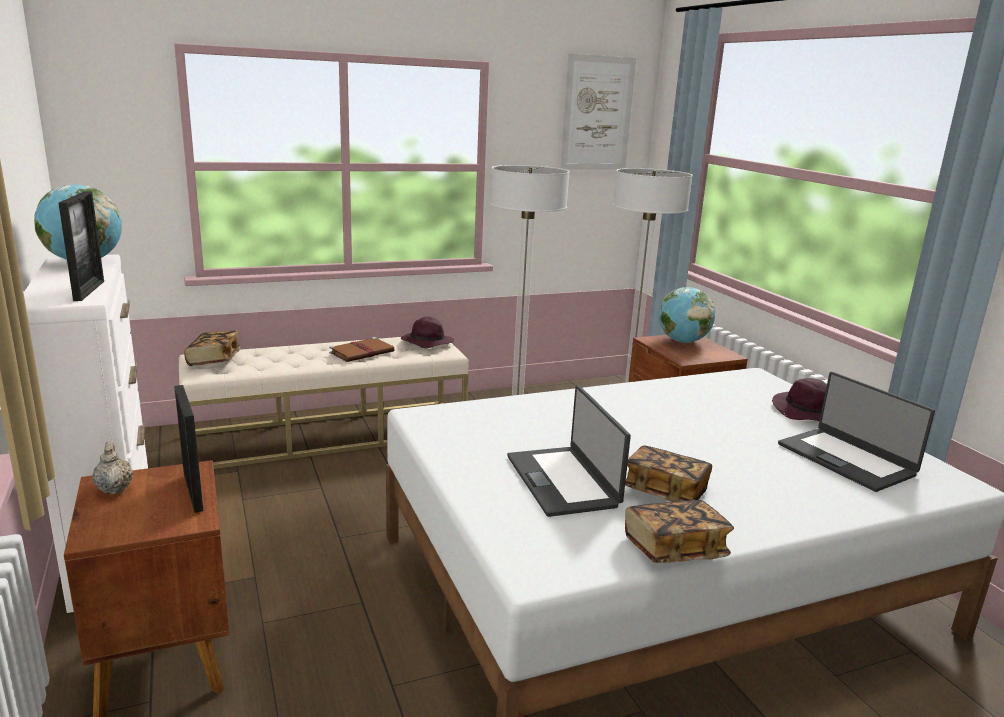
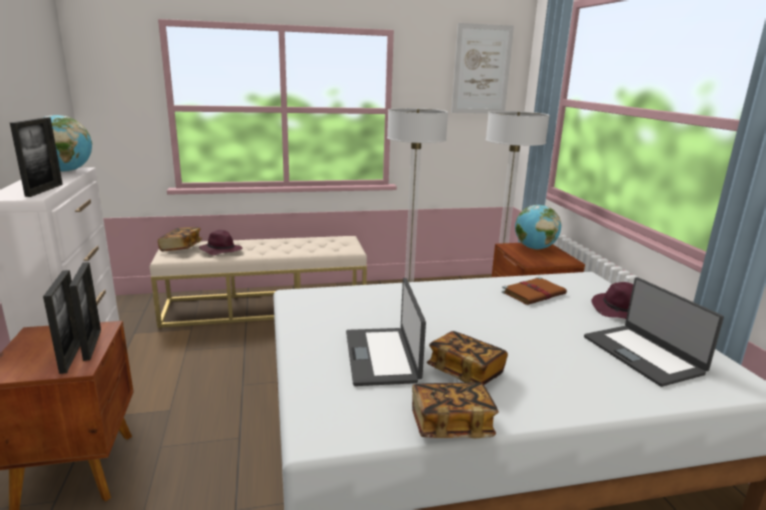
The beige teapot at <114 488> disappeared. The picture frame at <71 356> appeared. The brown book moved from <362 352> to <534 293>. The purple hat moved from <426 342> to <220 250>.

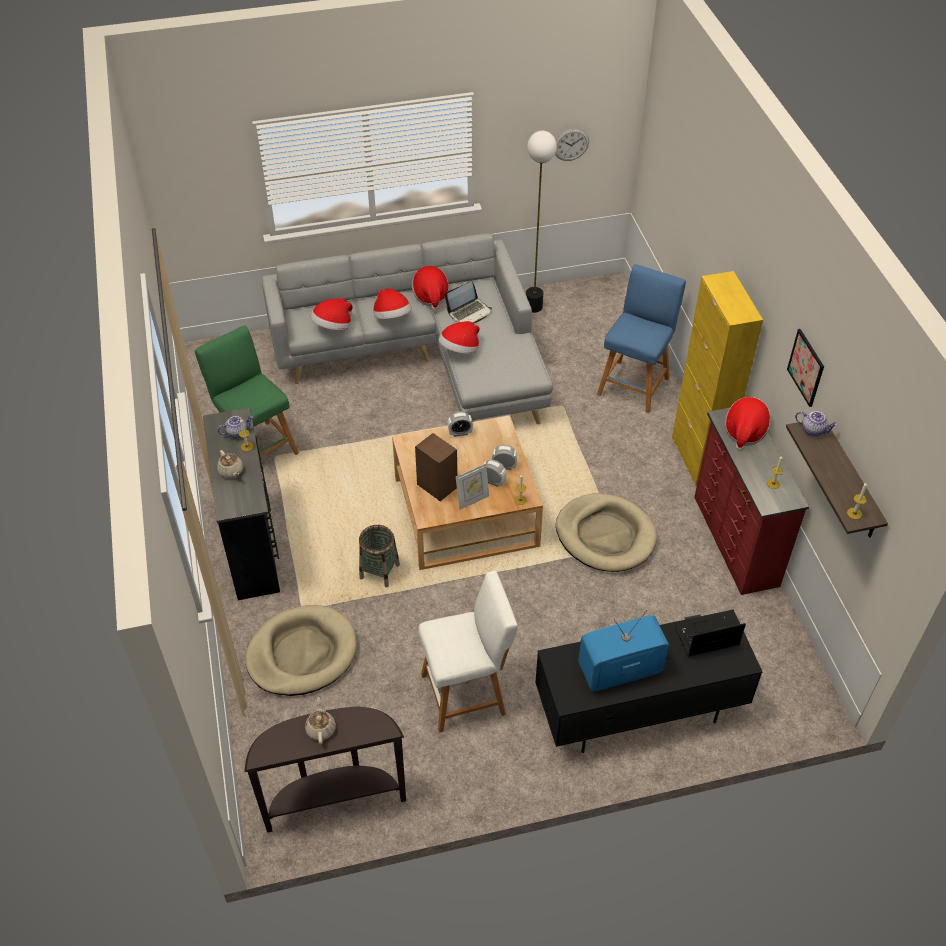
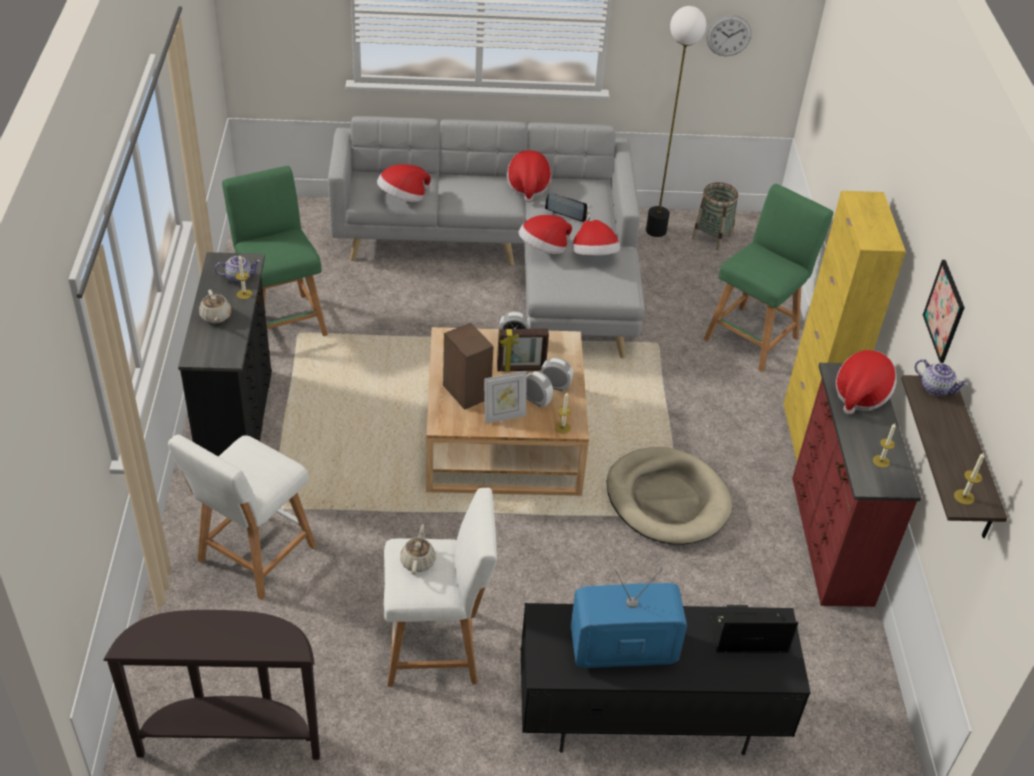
The picture frame at <521 369> appeared. The beige teapot moved from <321 728> to <418 561>. The basket moved from <379 571> to <712 237>. The hat moved from <392 317> to <594 256>. The beige dog bed at <302 653> was replaced by the white stool at <253 557>. The blue stool at <634 384> became the green stool at <753 336>. The laptop at <469 312> turned 135 degrees counterclockwise.

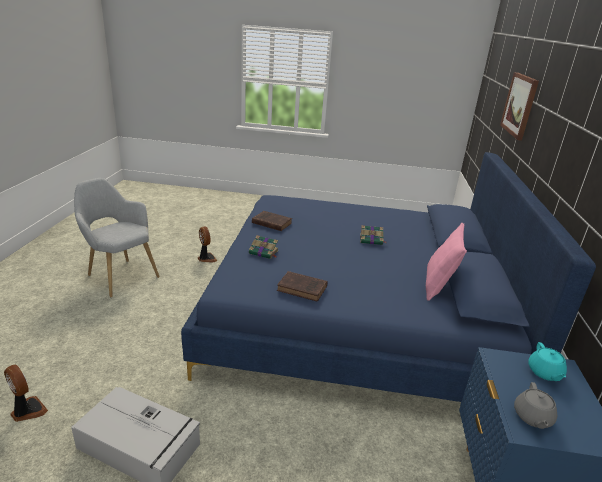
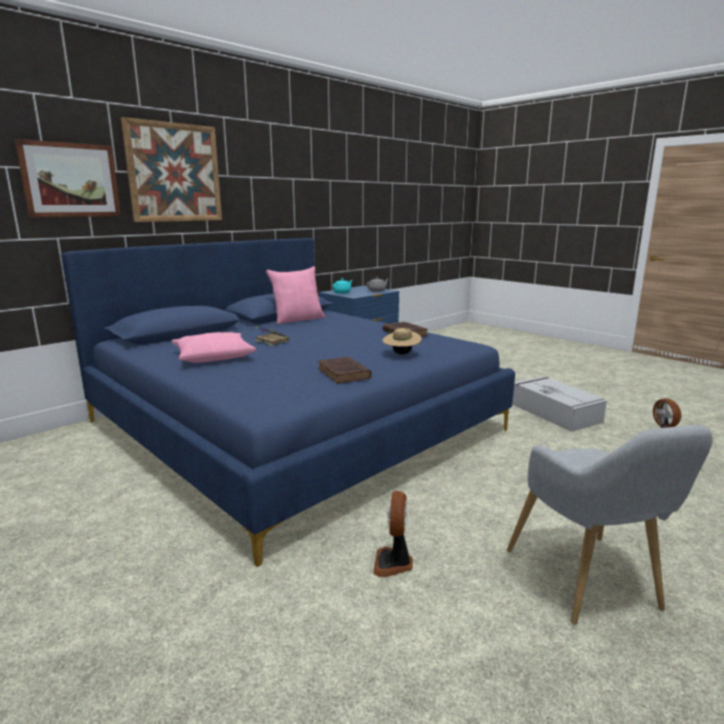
The picture at <174 173> appeared. The pink pillow at <213 356> appeared. The book at <264 252> was replaced by the beige hat at <401 354>.

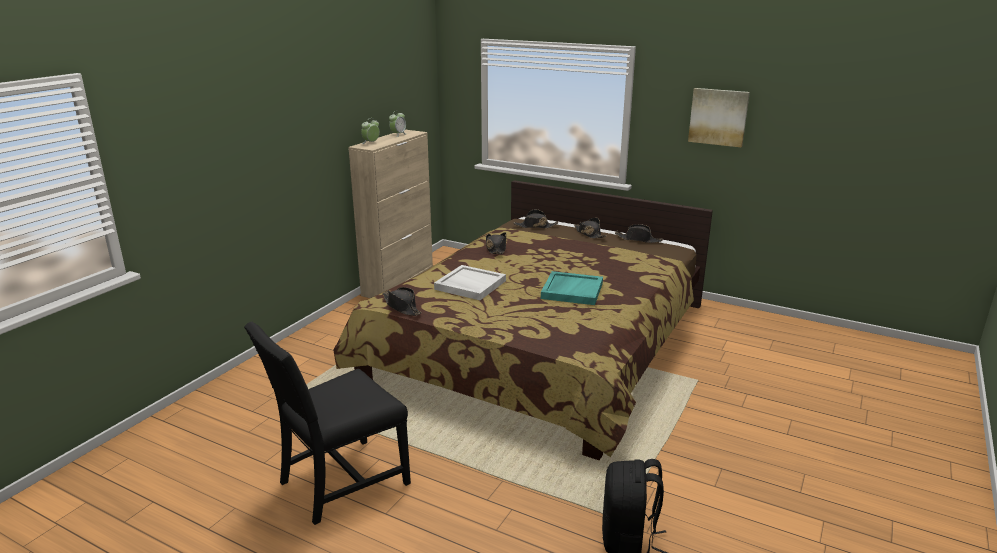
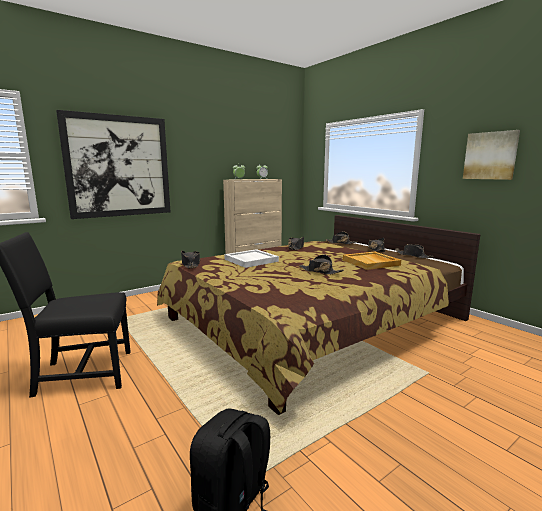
The picture at <119 166> appeared. The beige tray at <371 262> appeared. The turquoise tray at <571 290> was replaced by the black hat at <320 271>.

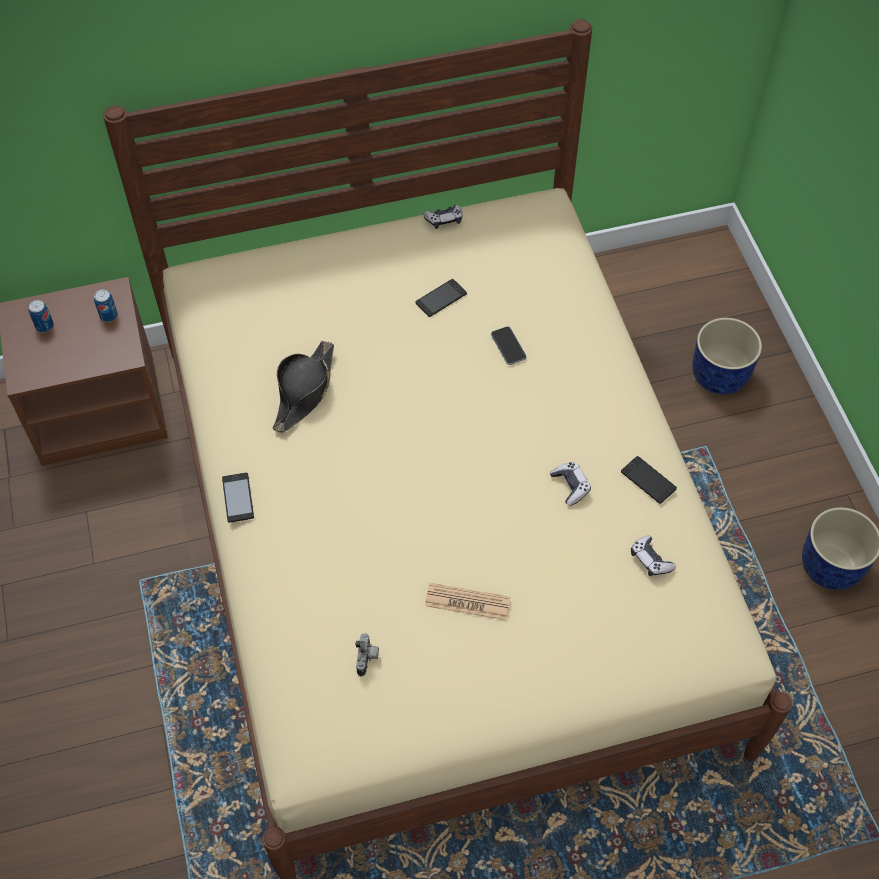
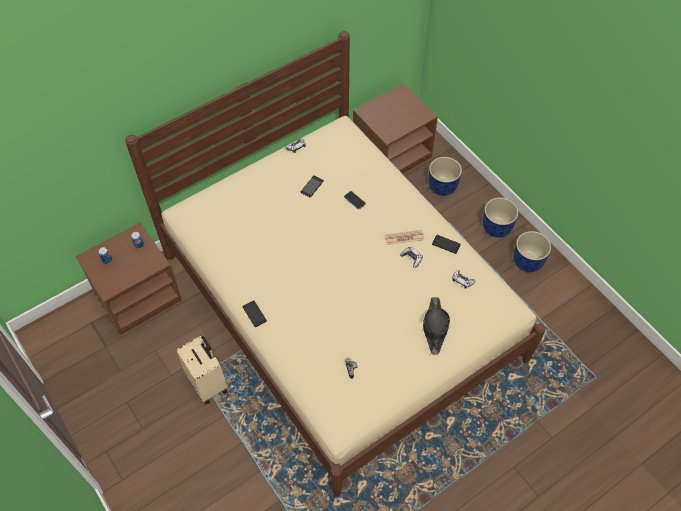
The beige suitcase at <208 383> appeared. The brown nightstand at <392 153> appeared. The blue planter at <496 228> appeared. The black hat moved from <304 391> to <434 328>. The newspaper moved from <467 602> to <404 237>.

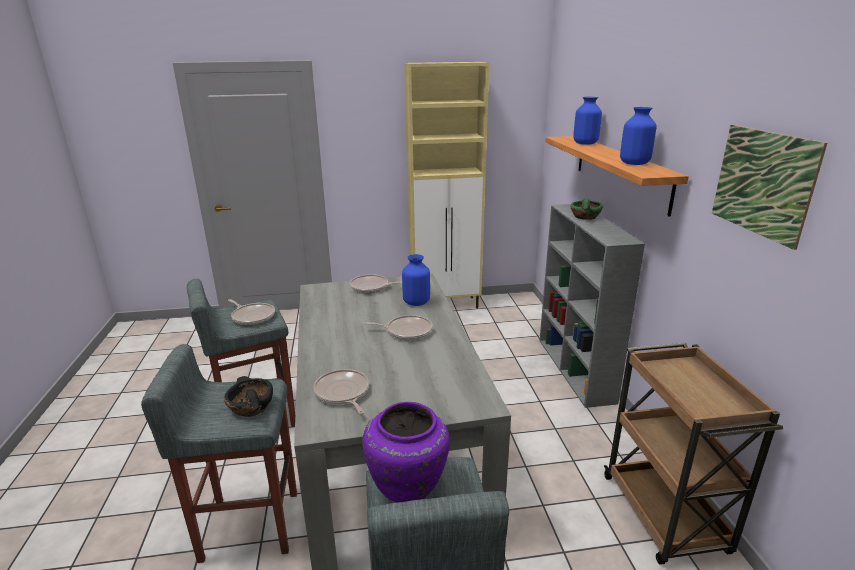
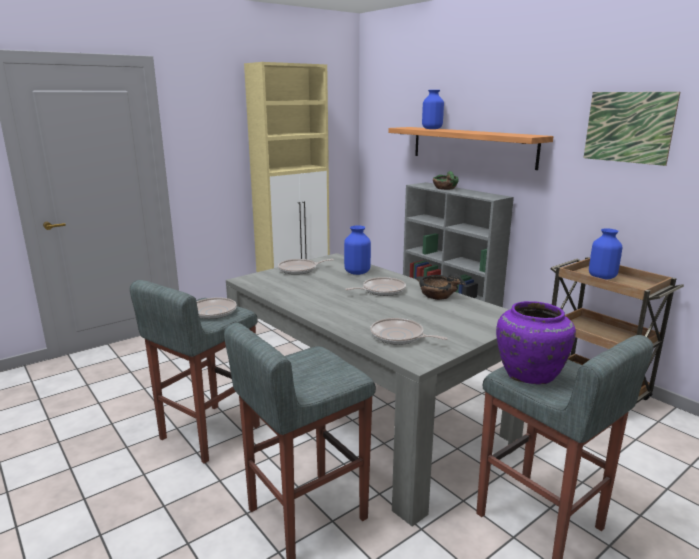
The black bowl moved from <251 407> to <436 295>. The blue vase moved from <634 163> to <602 277>.

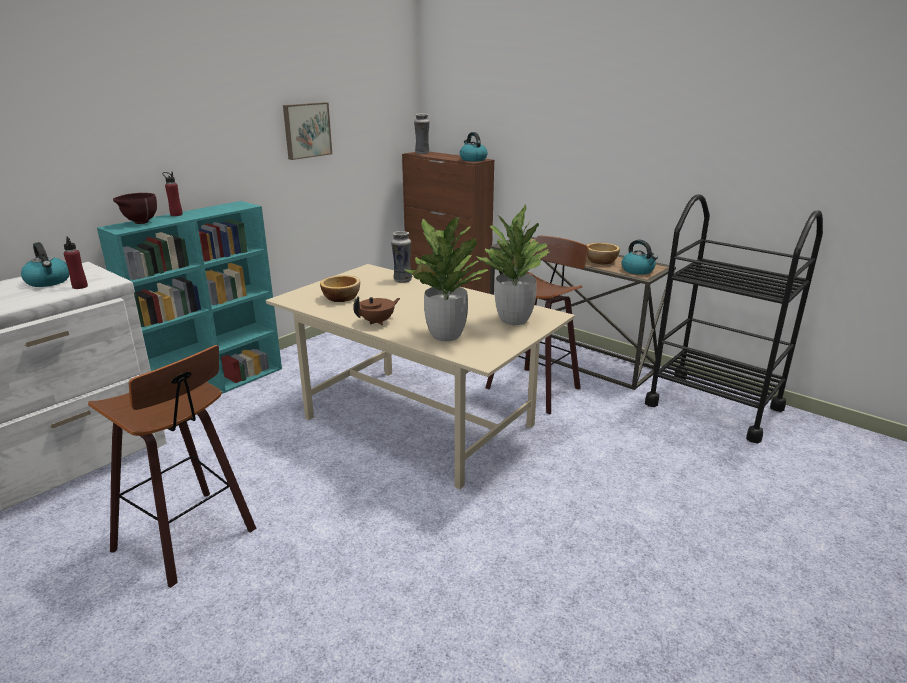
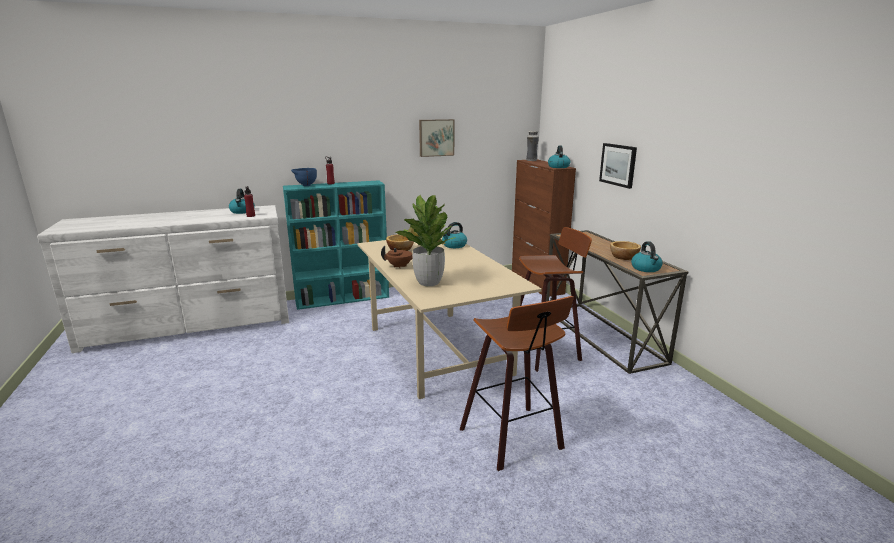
The potted plant at <514 320> disappeared. The black cart at <713 406> disappeared. The picture at <618 165> appeared. The stool moved from <191 539> to <515 439>. The vase at <402 280> was replaced by the kettle at <454 245>. The brown bowl at <139 223> became the blue bowl at <305 185>.

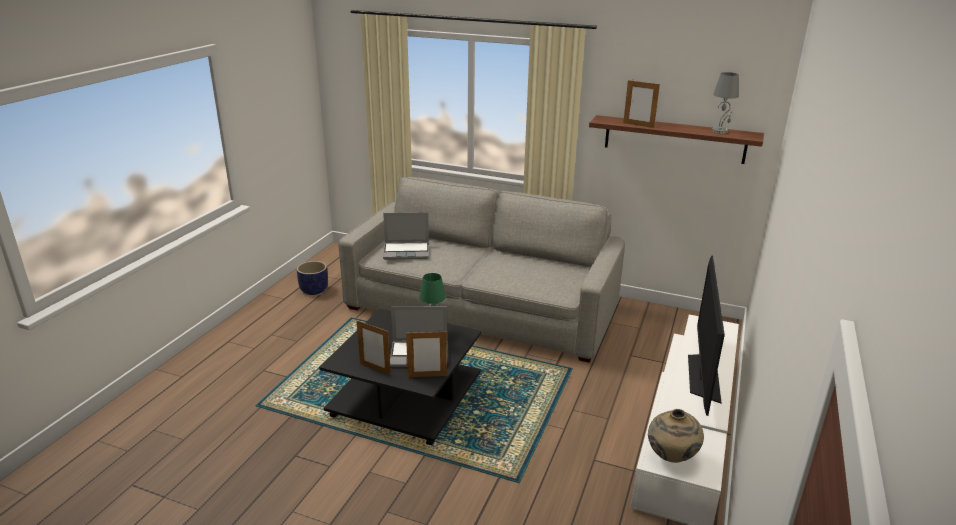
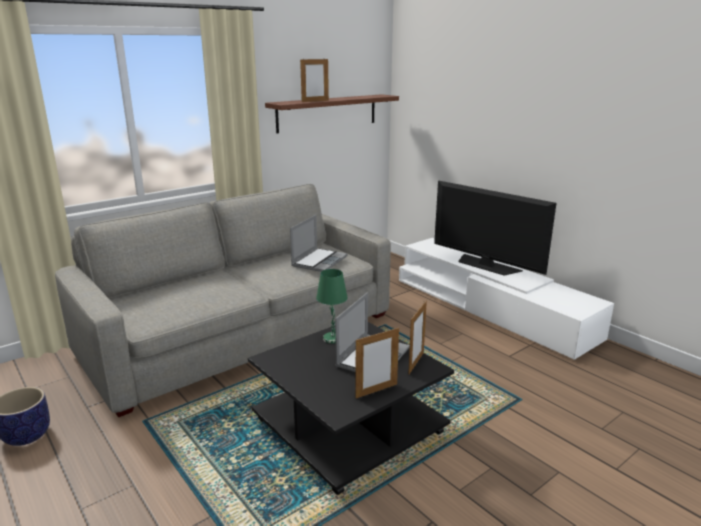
The beige vase at <671 458> disappeared. The grey table lamp at <720 131> disappeared. The laptop moved from <407 251> to <319 261>.

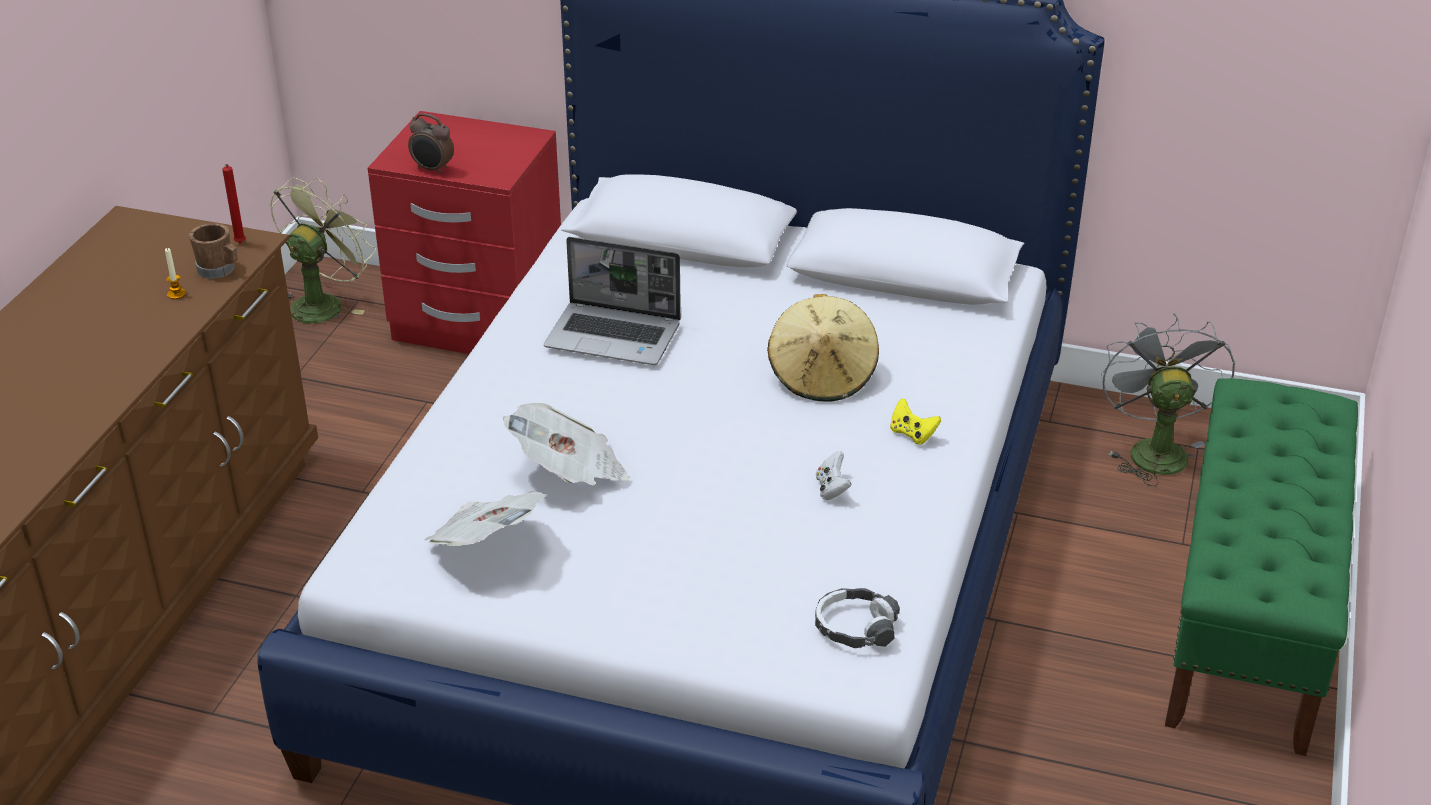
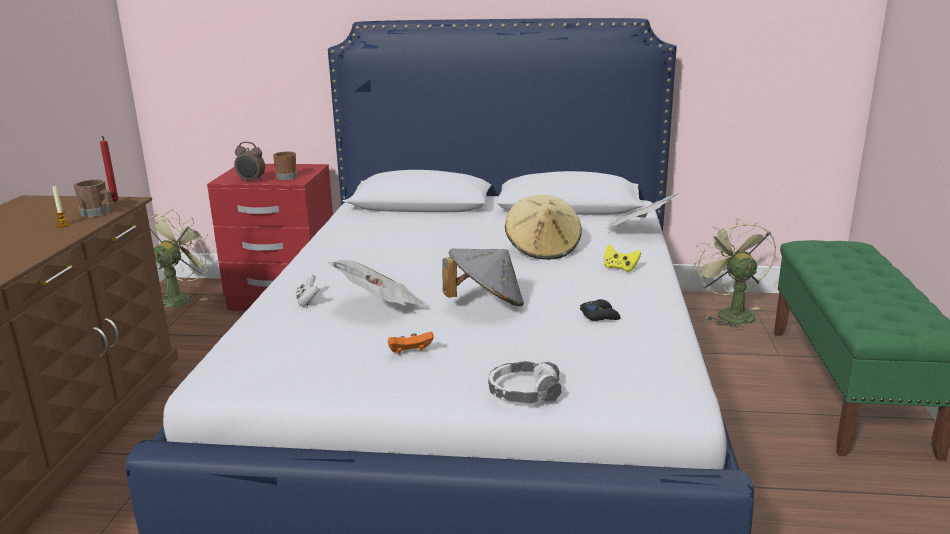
The laptop at <615 336> disappeared. The brown mug at <285 177> appeared. The orange game controller at <410 353> appeared. The grey hat at <486 304> appeared. The black game controller at <600 315> appeared. The newspaper moved from <487 542> to <638 230>. The headphones moved from <855 627> to <524 392>. The white game controller moved from <832 489> to <307 301>. The grey fan at <1153 449> became the green fan at <730 313>.

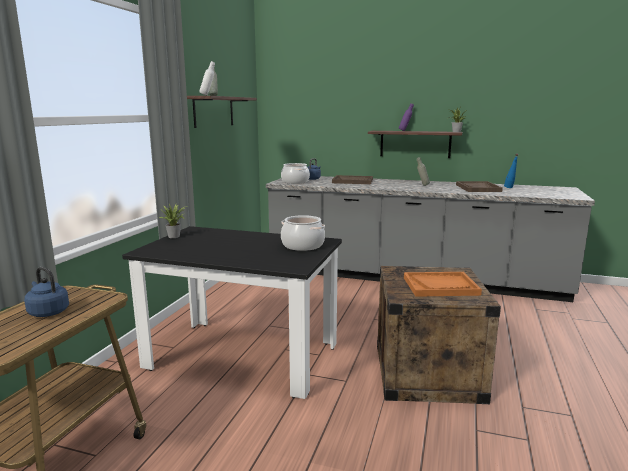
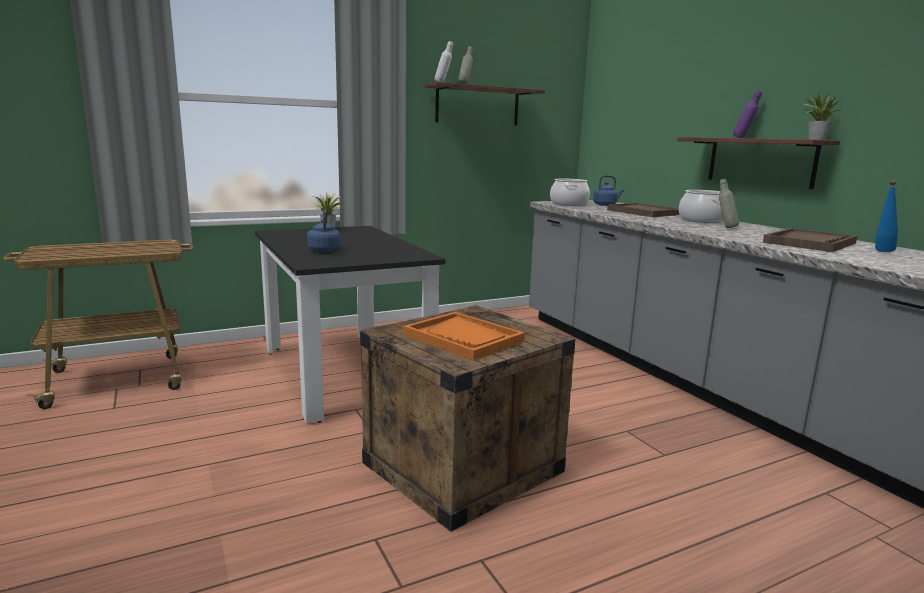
The blue kettle moved from <47 312> to <324 250>. The cooking pot moved from <302 246> to <701 220>.

